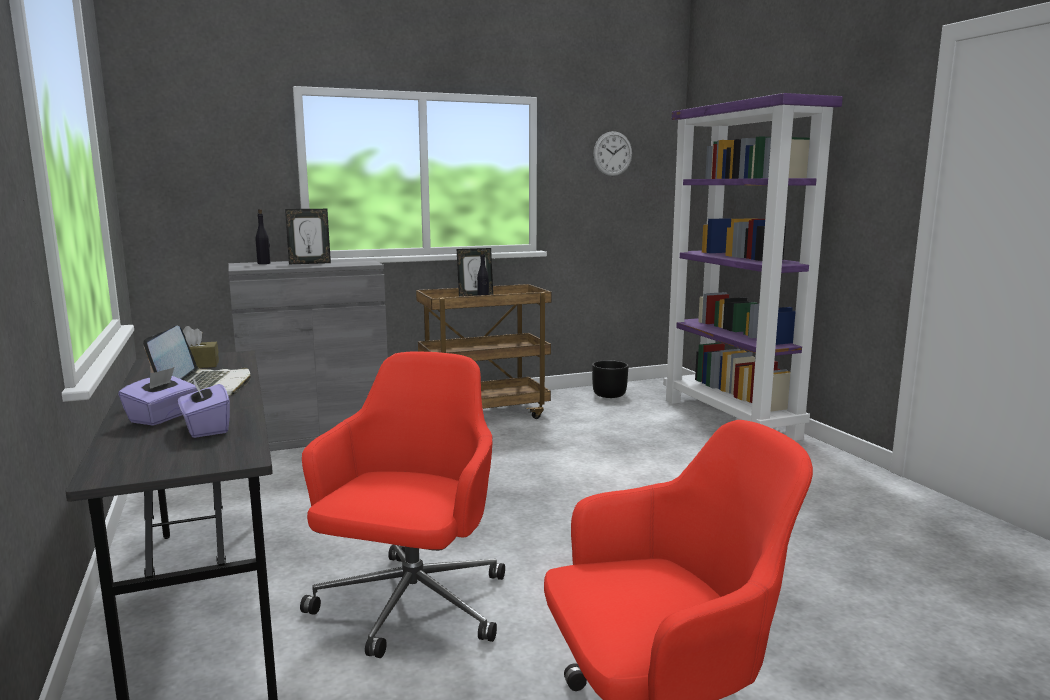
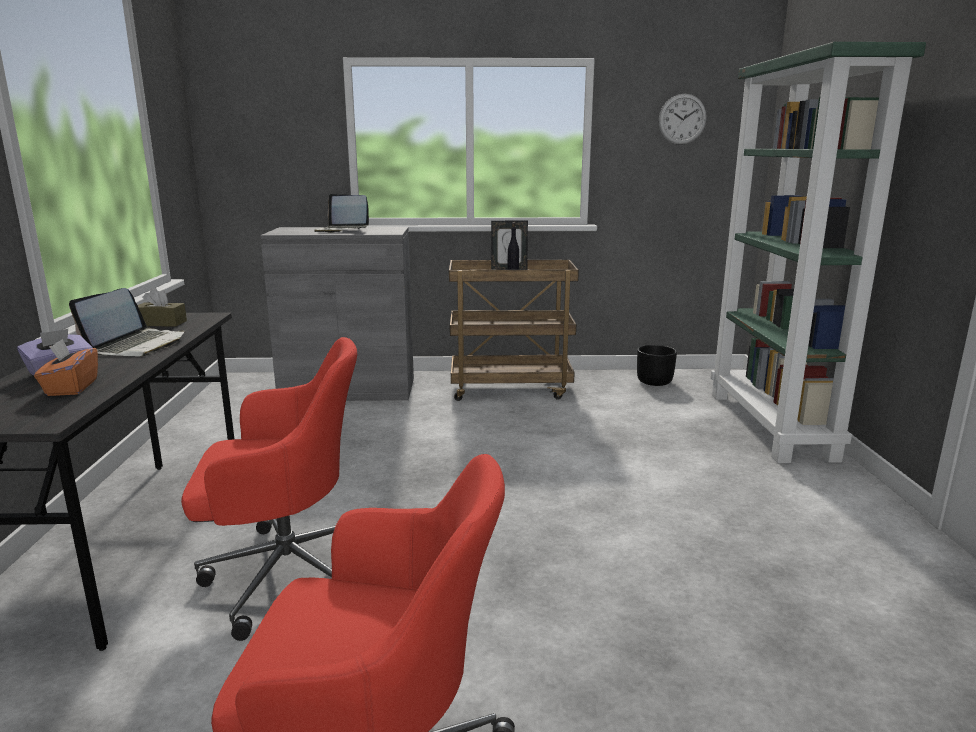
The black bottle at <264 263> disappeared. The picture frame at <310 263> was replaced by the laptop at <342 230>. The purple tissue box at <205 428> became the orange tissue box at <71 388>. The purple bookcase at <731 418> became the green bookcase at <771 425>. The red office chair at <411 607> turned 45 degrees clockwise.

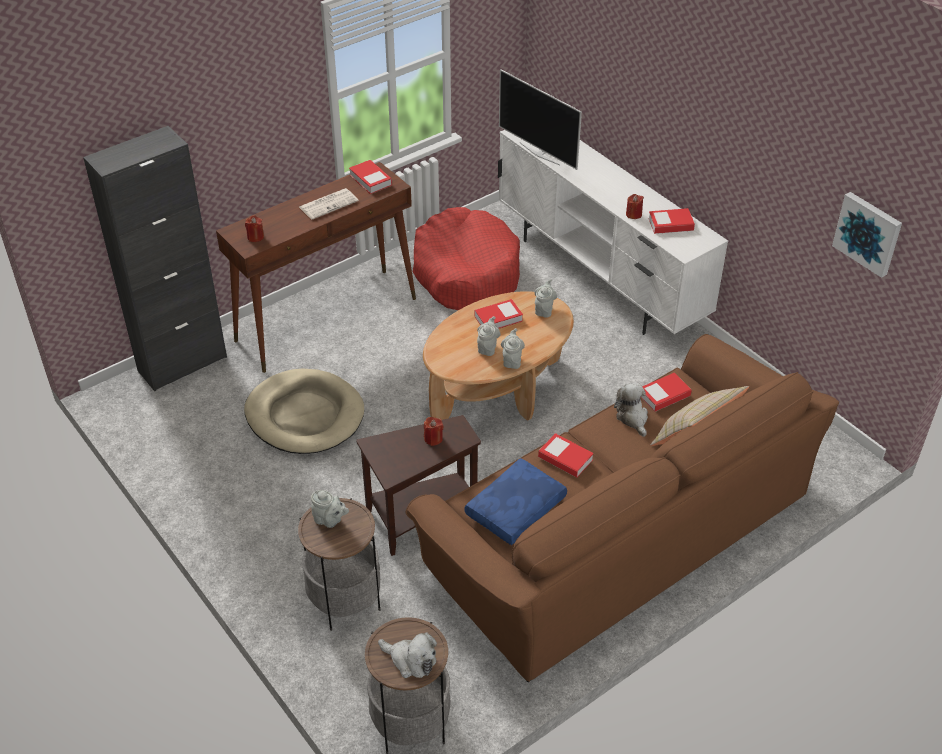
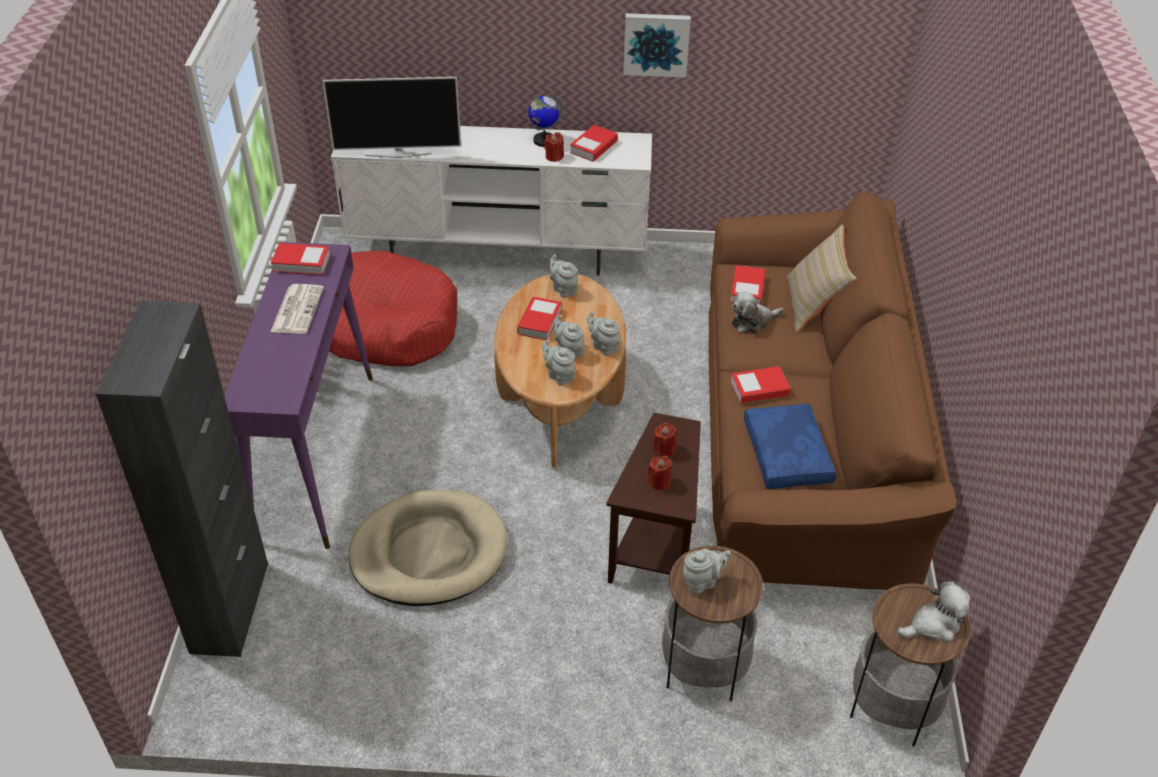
The globe at <544 140> appeared. The grey teapot at <559 375> appeared. The red candle moved from <255 237> to <659 482>. The picture moved from <868 233> to <656 43>. The brown console table at <327 319> became the purple console table at <316 455>. The plush toy at <632 417> turned 45 degrees counterclockwise.

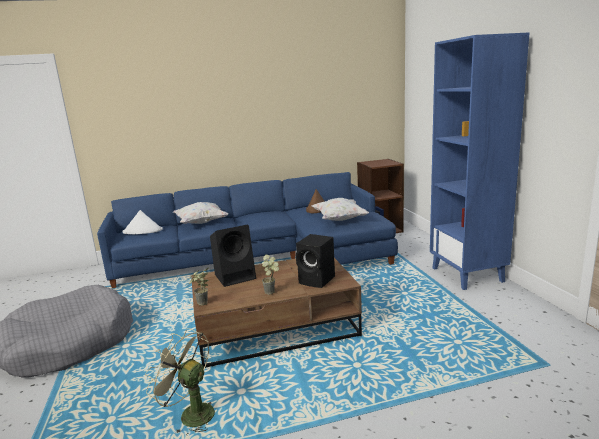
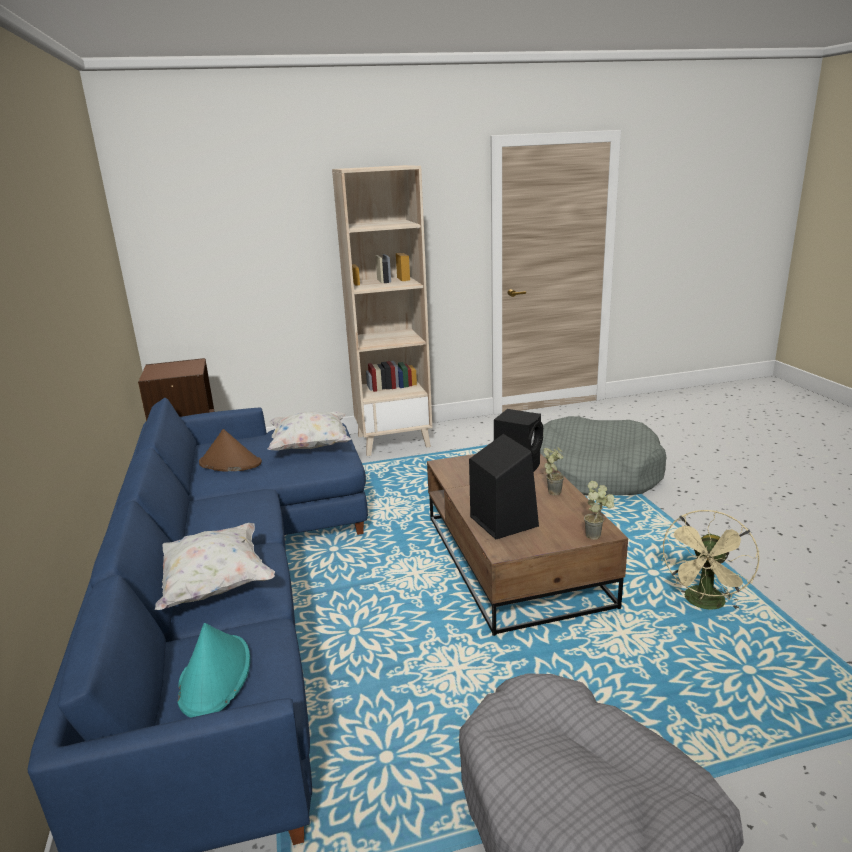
The grey dog bed at <591 473> appeared. The white hat at <143 231> became the turquoise hat at <215 676>. The blue bookcase at <467 275> became the beige bookcase at <394 441>.

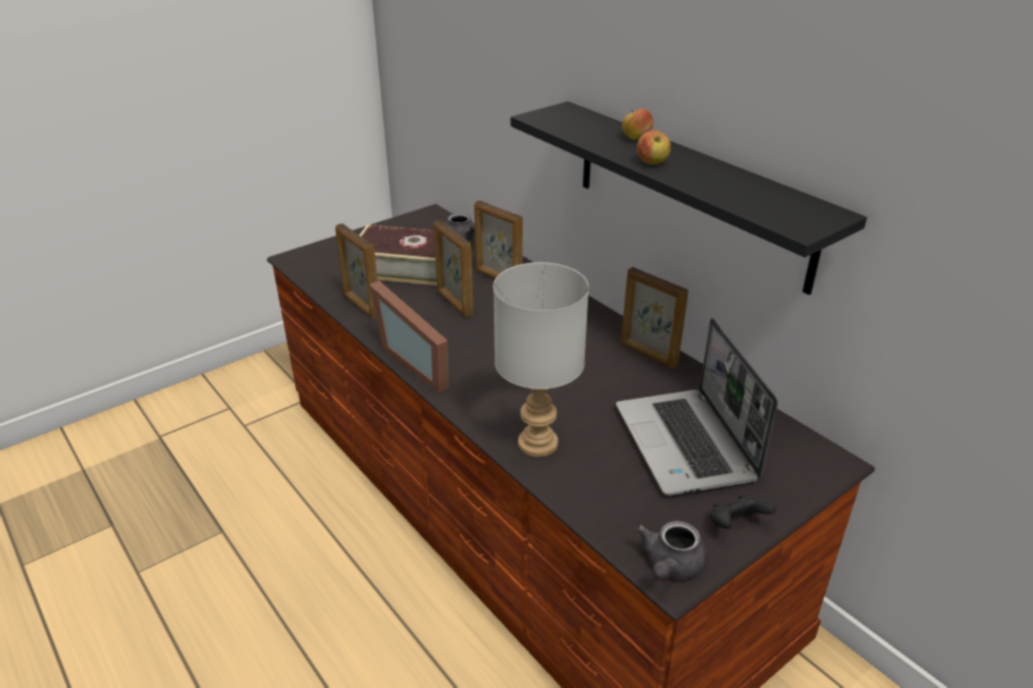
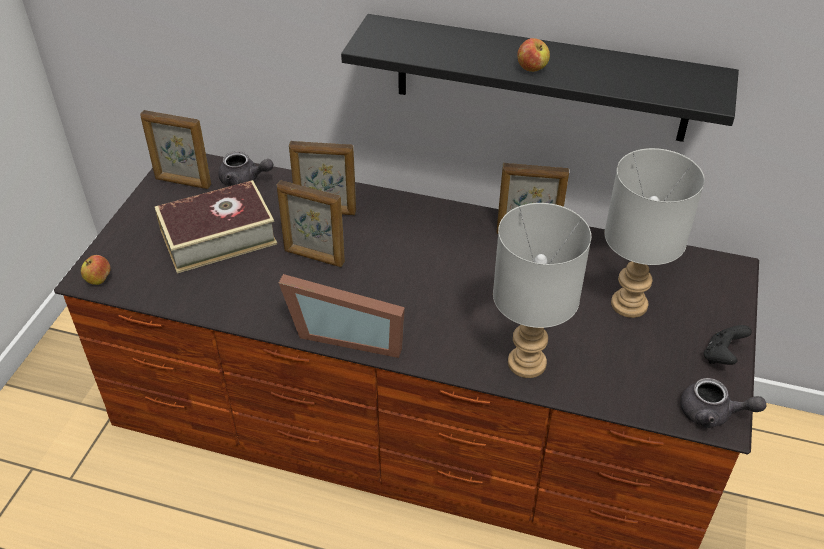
The picture frame moved from <362 306> to <183 182>. The apple moved from <636 138> to <99 279>. The laptop at <687 444> was replaced by the grey table lamp at <630 304>. The grey teapot at <670 566> turned 60 degrees counterclockwise.

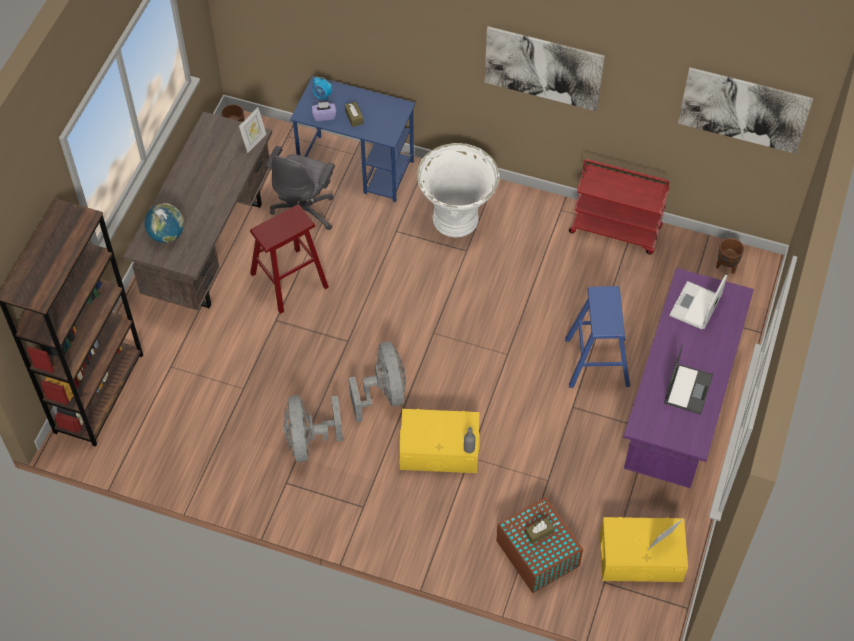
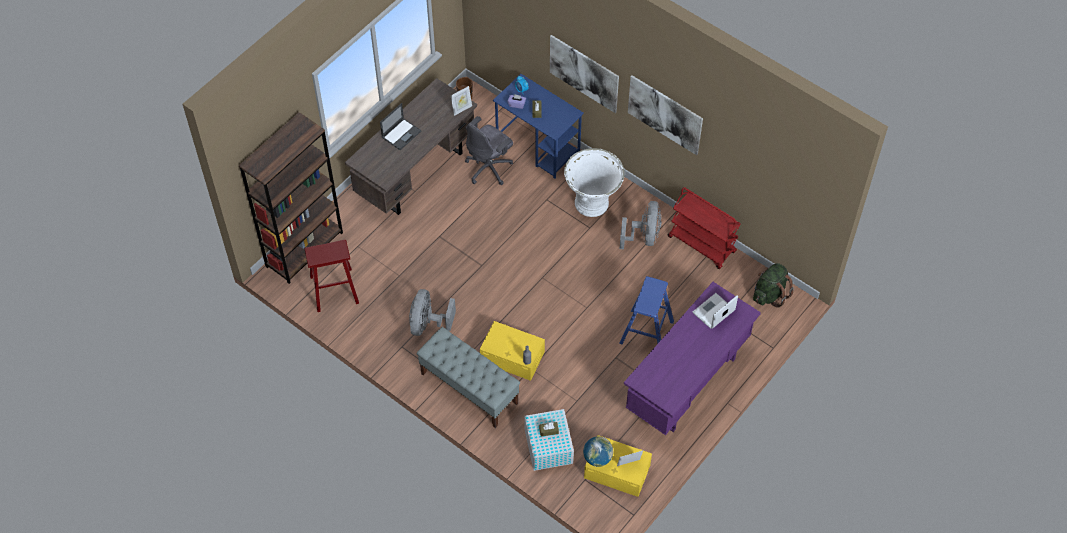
The grey bench at <469 388> appeared. The globe moved from <167 235> to <597 458>. The red stool moved from <289 280> to <334 290>. The grey fan moved from <383 394> to <644 237>. The laptop moved from <688 388> to <401 134>. The picture moved from <743 110> to <584 73>. The brown planter at <726 266> was replaced by the green backpack at <770 294>. The brown storage box at <537 552> became the white storage box at <548 445>.

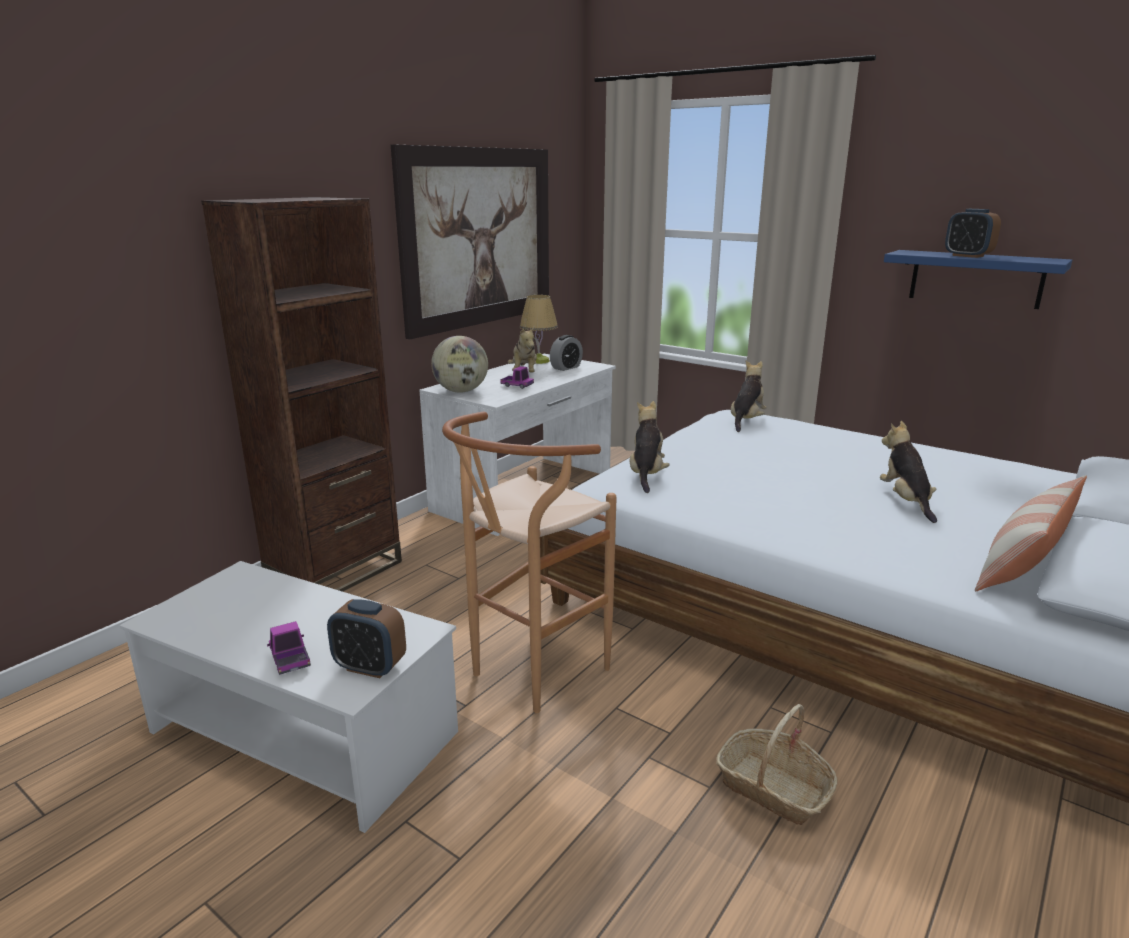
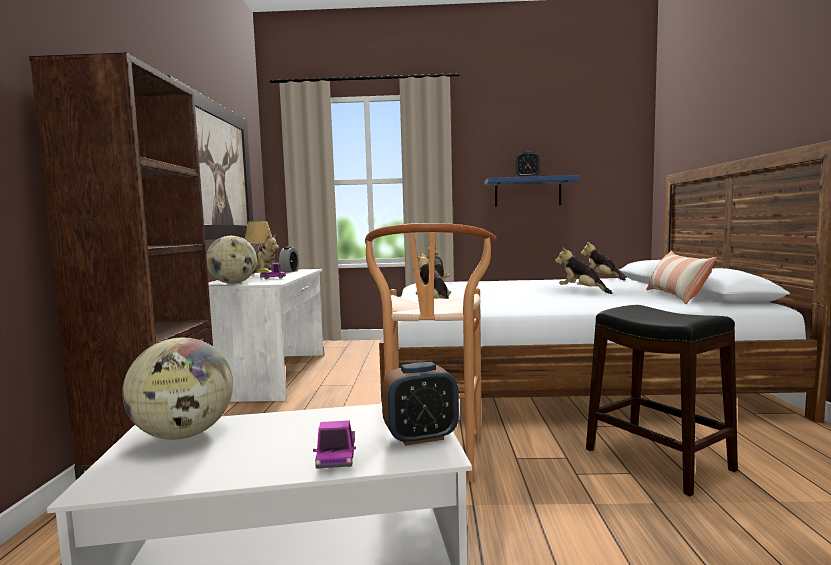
The globe at <184 435> appeared. The plush toy at <602 278> appeared. The basket at <773 788> was replaced by the black stool at <657 459>. The toy truck at <290 660> turned 120 degrees counterclockwise.

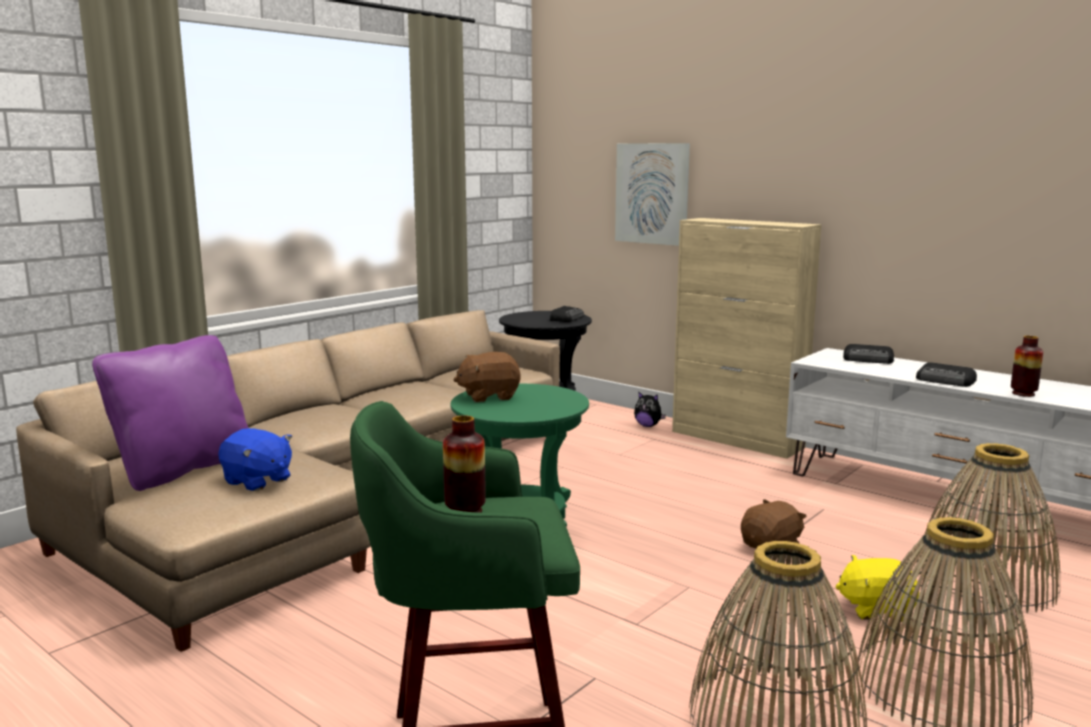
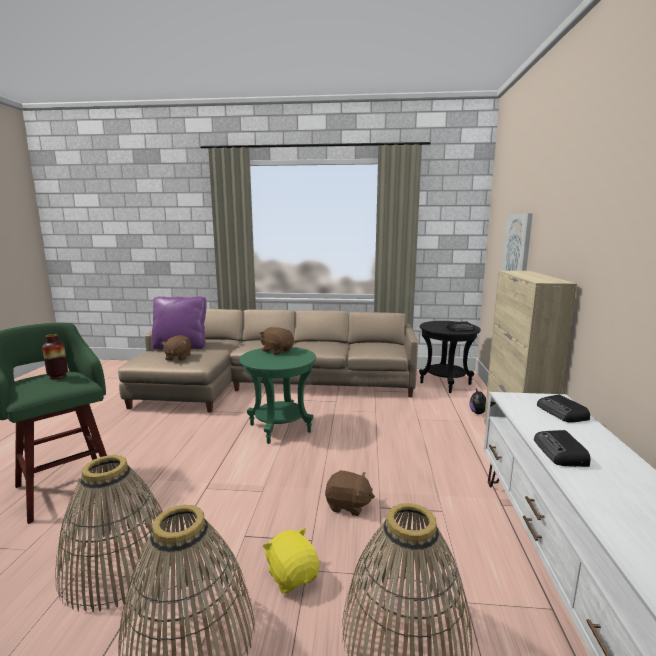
The vase at <1023 394> disappeared. The blue plush toy at <257 481> became the brown plush toy at <178 357>.

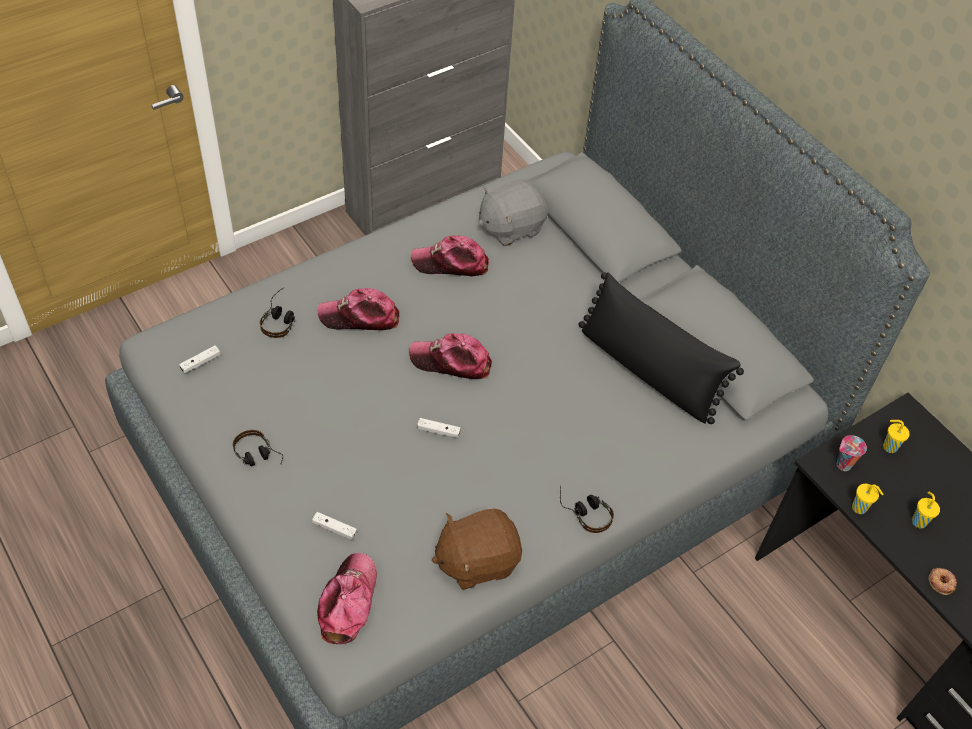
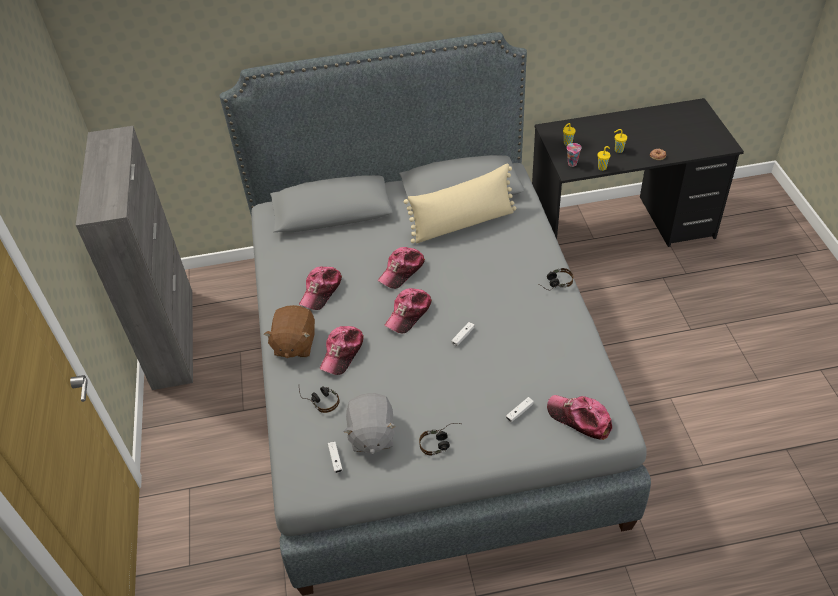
The cap at <402 271> appeared. The brown plush toy moved from <477 560> to <294 344>. The grey plush toy moved from <510 227> to <371 435>. The black pillow at <648 371> became the beige pillow at <463 223>.

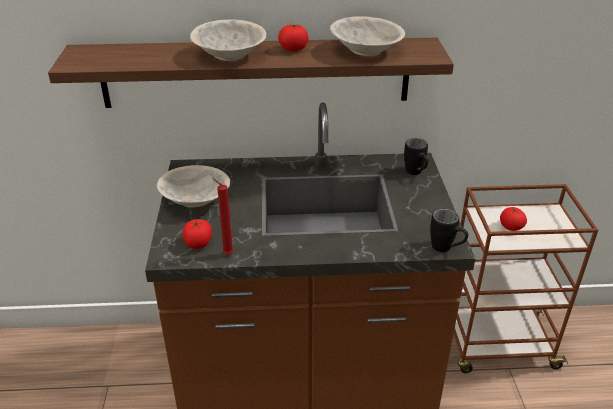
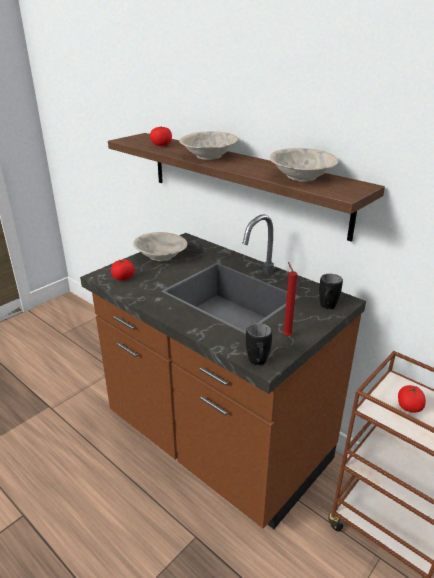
The red candle moved from <226 254> to <286 335>. The tomato moved from <293 49> to <161 145>.

